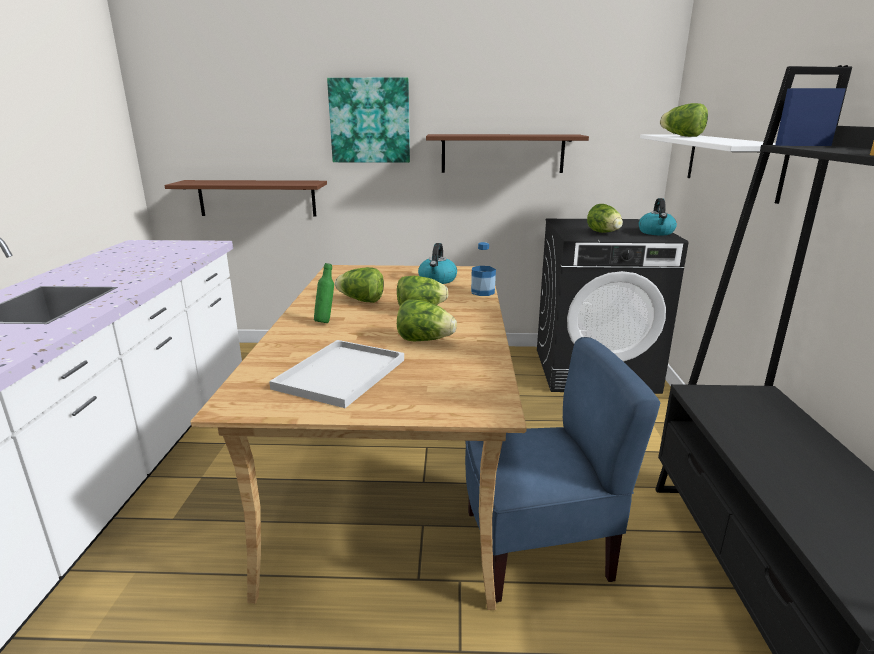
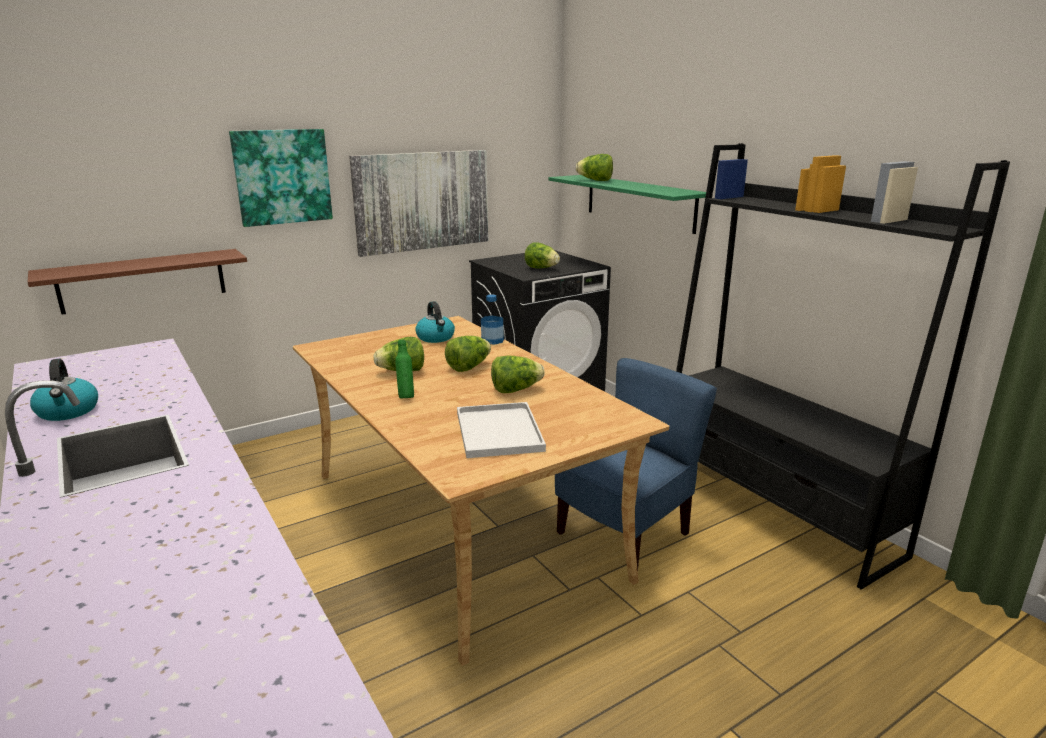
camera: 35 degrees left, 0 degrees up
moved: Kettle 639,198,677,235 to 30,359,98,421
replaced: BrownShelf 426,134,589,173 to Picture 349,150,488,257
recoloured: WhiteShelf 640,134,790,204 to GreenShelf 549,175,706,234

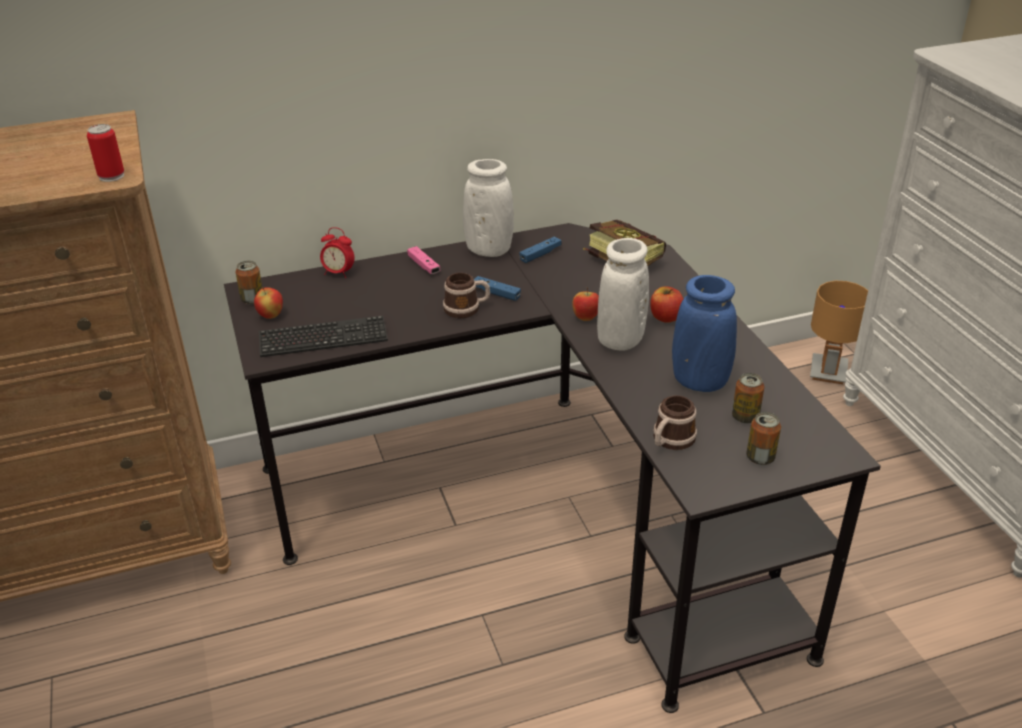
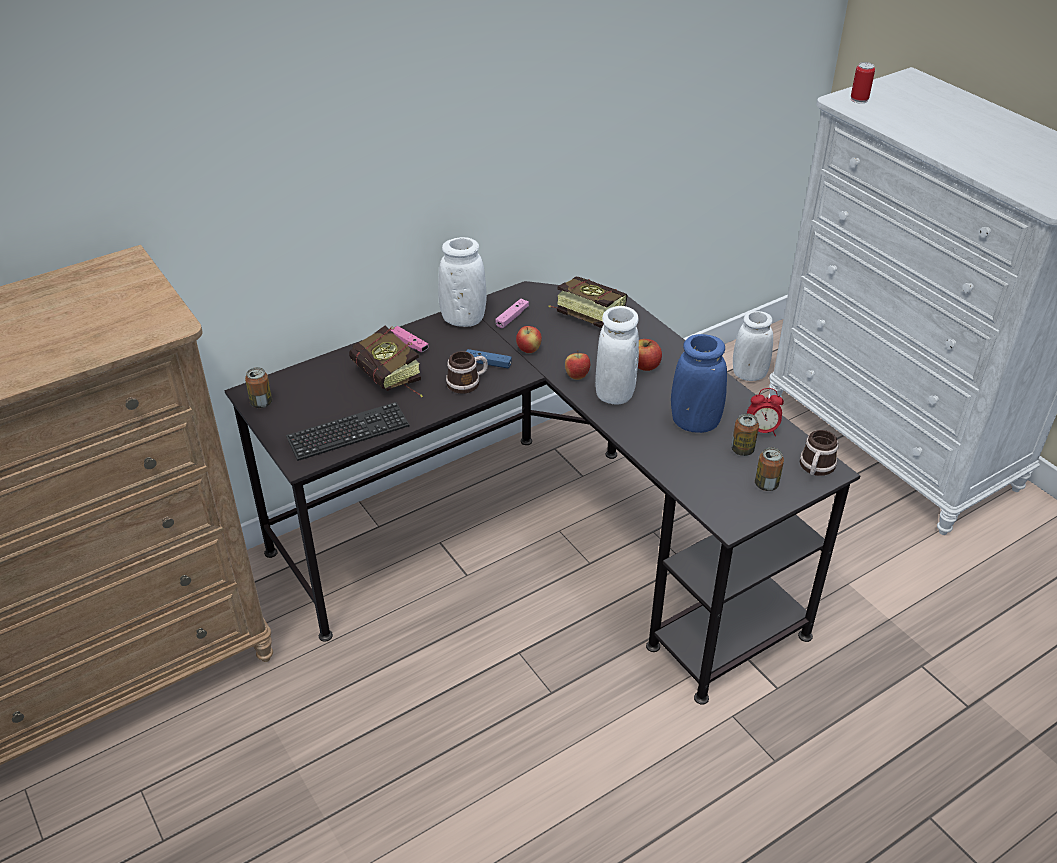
camera: 15 degrees left, 5 degrees up
added: Book 349,326,423,397
moved: Can 87,124,124,182 to 851,62,875,104; AlarmClock 320,227,355,278 to 747,388,784,436; Apple 254,287,283,319 to 516,326,542,353; Mug 653,395,697,450 to 800,430,839,476
replaced: BrownTableLamp 810,281,868,384 to WhiteVase 733,311,773,381
recoloured: BlueGameController 519,237,562,263 to PinkGameController 495,299,529,328

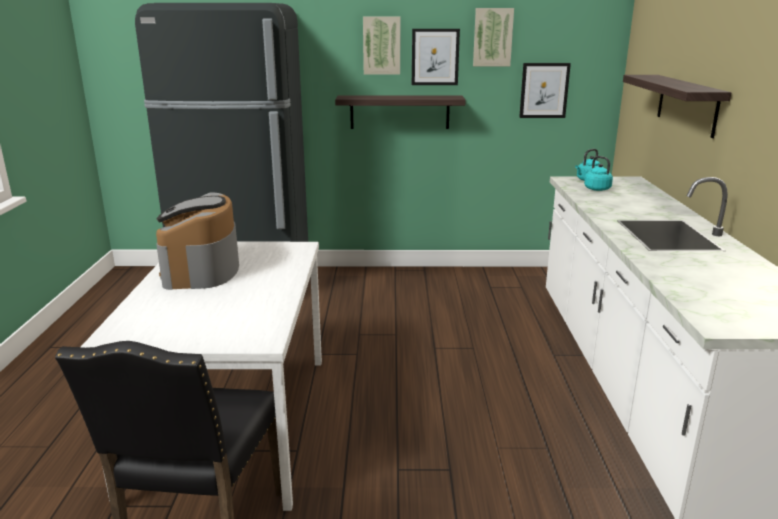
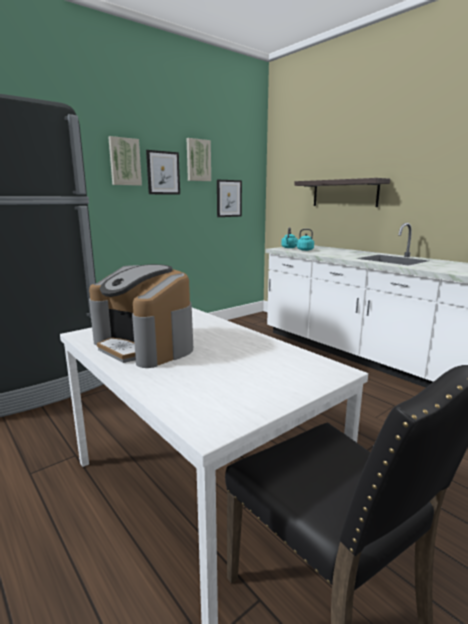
camera: 40 degrees left, 5 degrees down
removed: Shelf 335,95,466,129

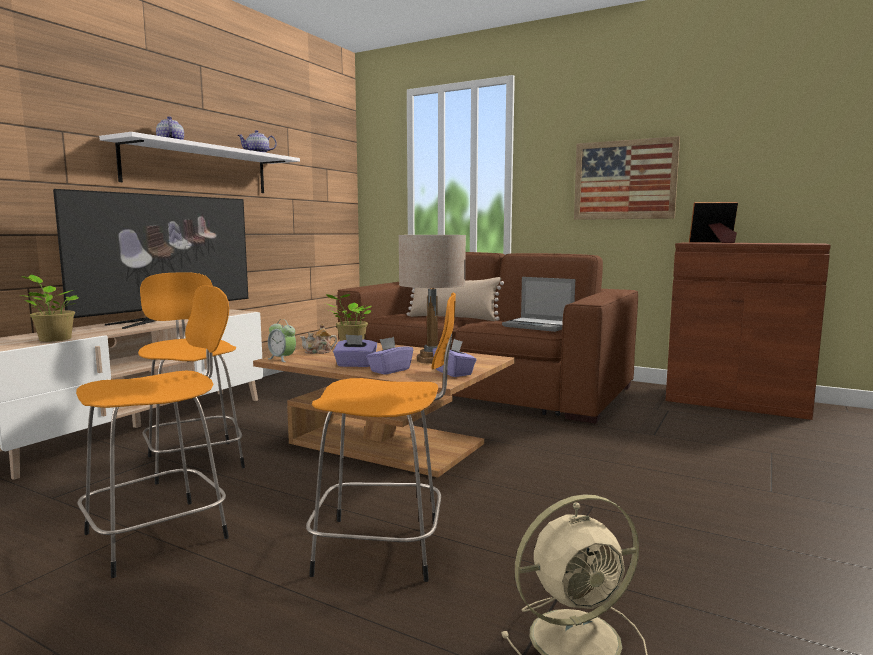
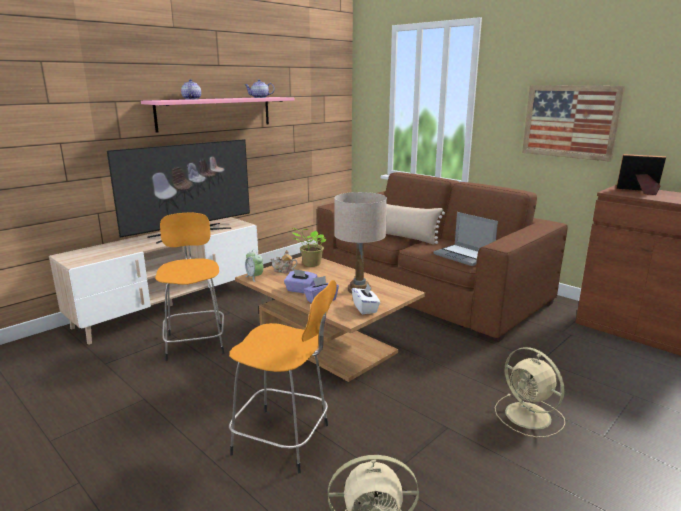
camera: 15 degrees right, 10 degrees up
removed: PottedPlant 21,275,79,342; OrangeStool 76,286,229,578
added: BeigeFan 495,347,565,438
recoloured: WhiteShelf 99,132,300,193 to PinkShelf 141,97,294,133; PurpleTissueBox 433,339,477,377 to WhiteTissueBox 352,283,380,314

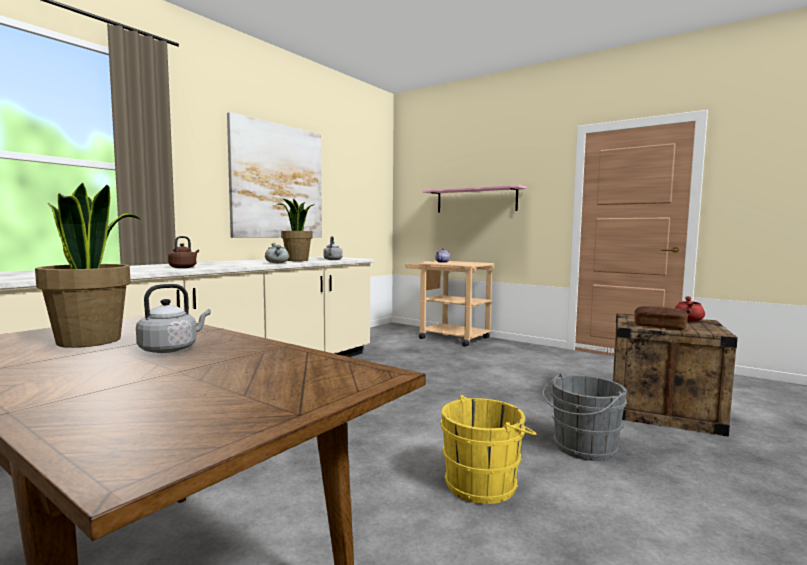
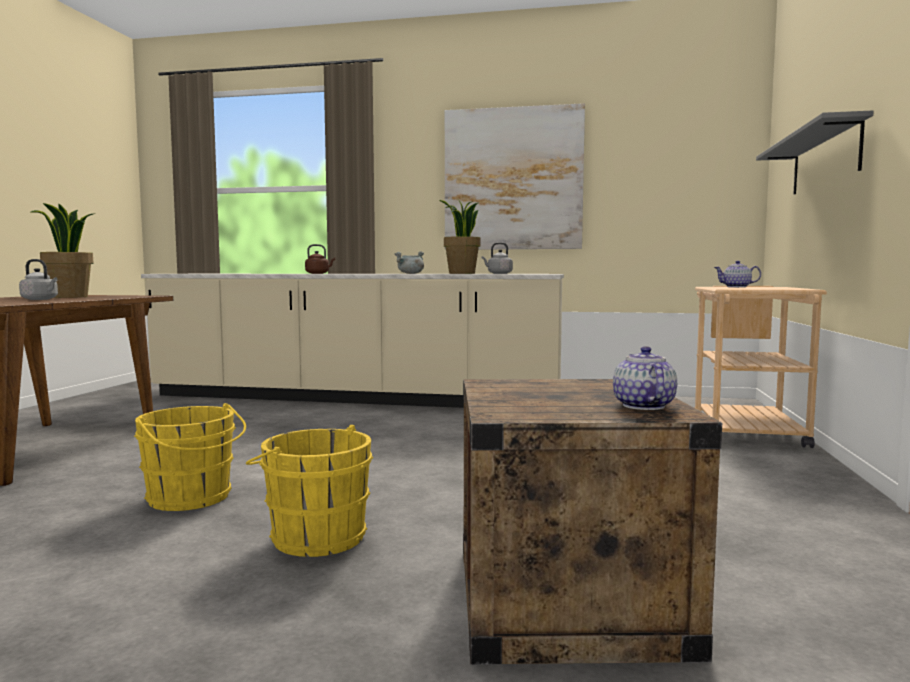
camera: 65 degrees right, 0 degrees up
removed: Bread 634,306,688,330
replaced: RedCookingPot 675,296,705,321 to Teapot 613,346,677,410
recoloured: PinkShelf 422,185,527,213 to GreyShelf 756,110,874,194; GreyBucket 542,373,627,461 to YellowBucket 246,425,373,557

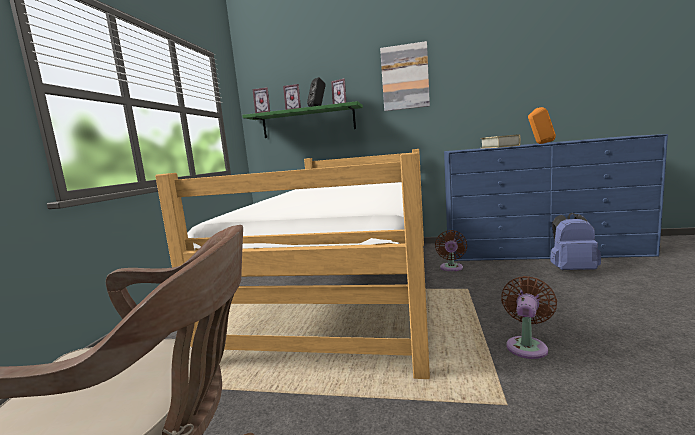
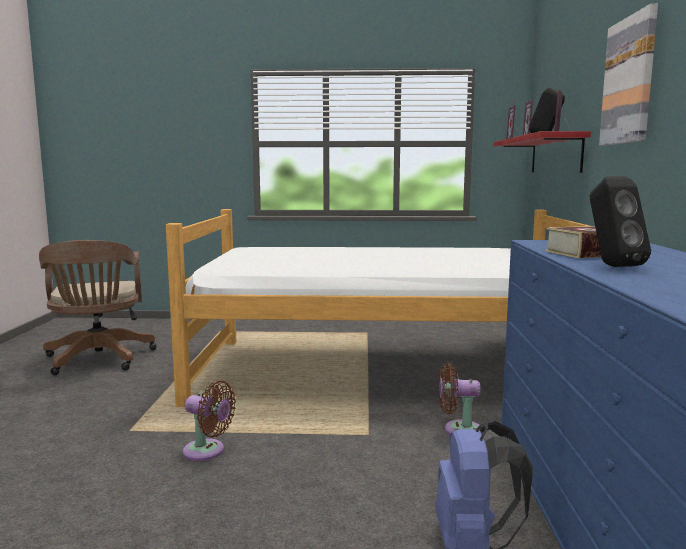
camera: 80 degrees right, 0 degrees up
recoloured: GreenShelf 242,101,363,138 to RedShelf 493,131,591,173; OrangeSpeaker 528,107,556,144 to BlackSpeaker 590,176,651,267

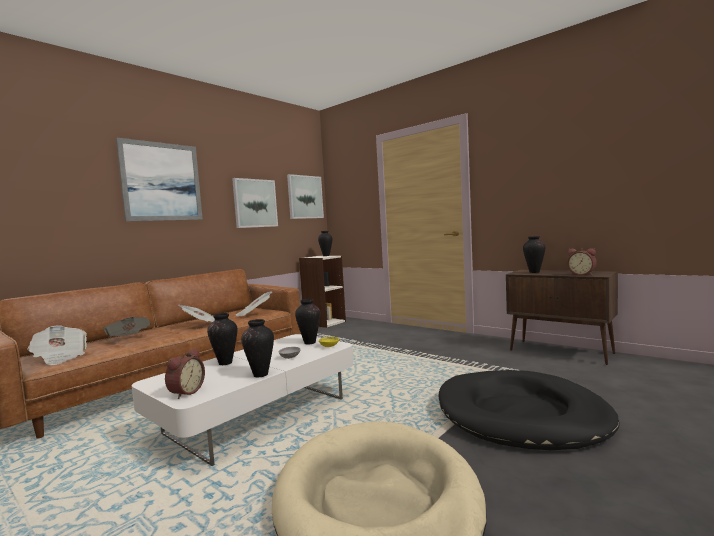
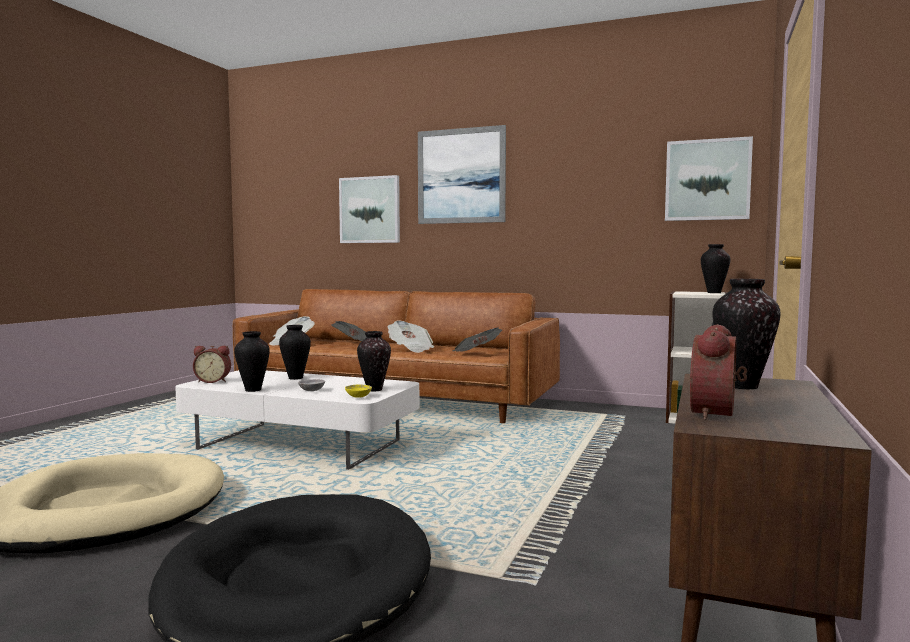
camera: 70 degrees right, 0 degrees up
moved: Picture 232,178,278,228 to 339,175,400,243

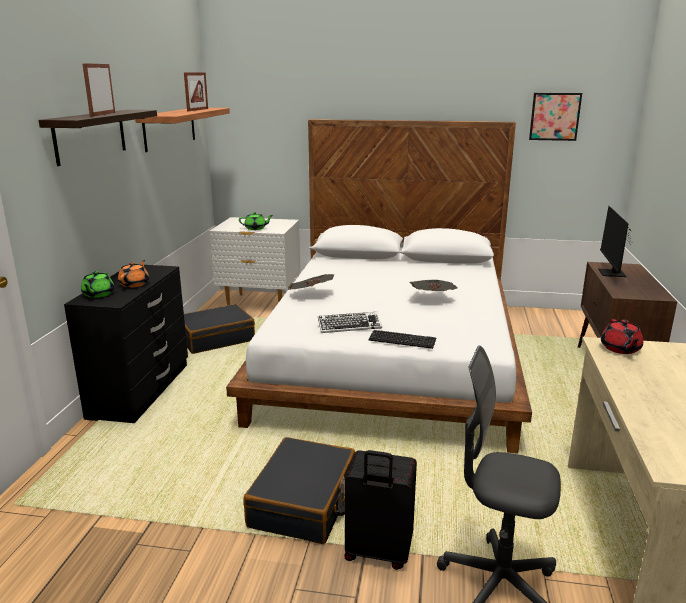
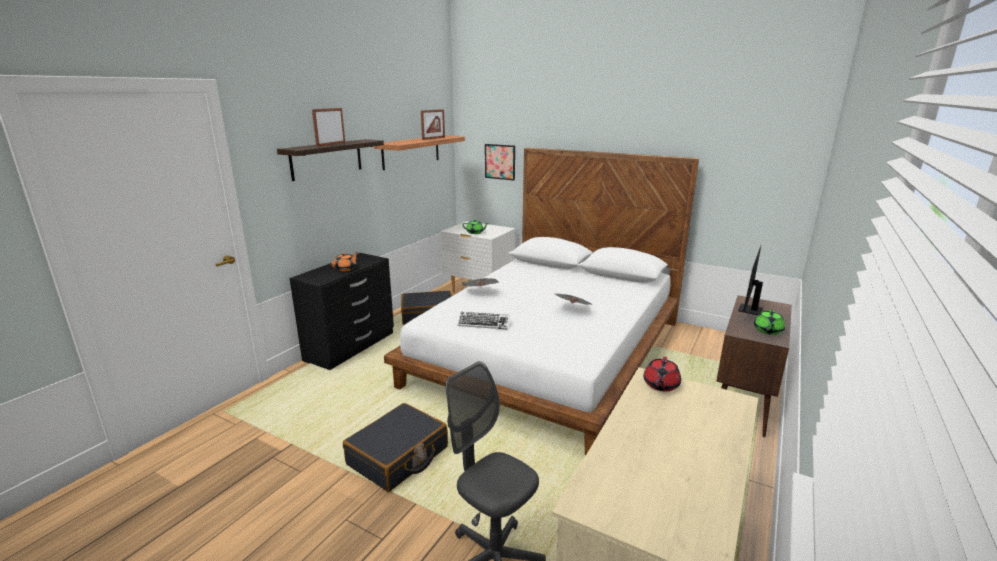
camera: 20 degrees right, 0 degrees up
removed: Keyboard 369,330,436,349; BlackSuitcase 344,450,417,570
moved: Picture 529,93,582,141 to 485,144,515,180; GreenTeapot 81,271,114,298 to 754,310,785,335

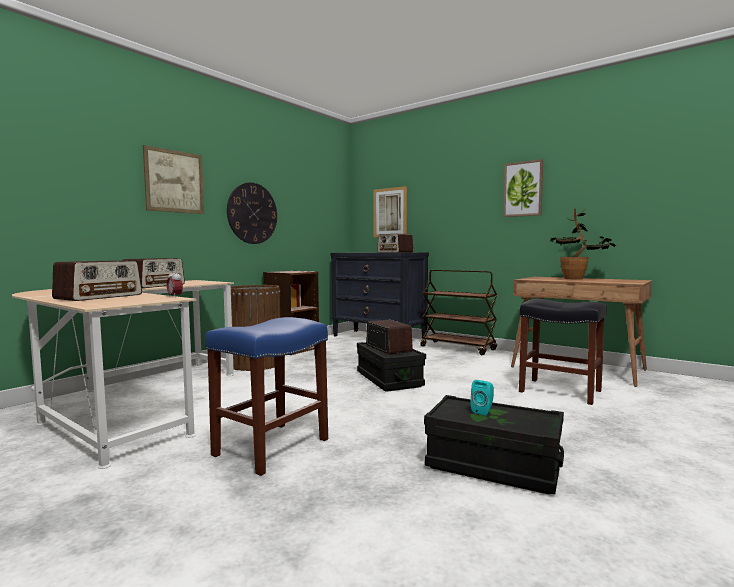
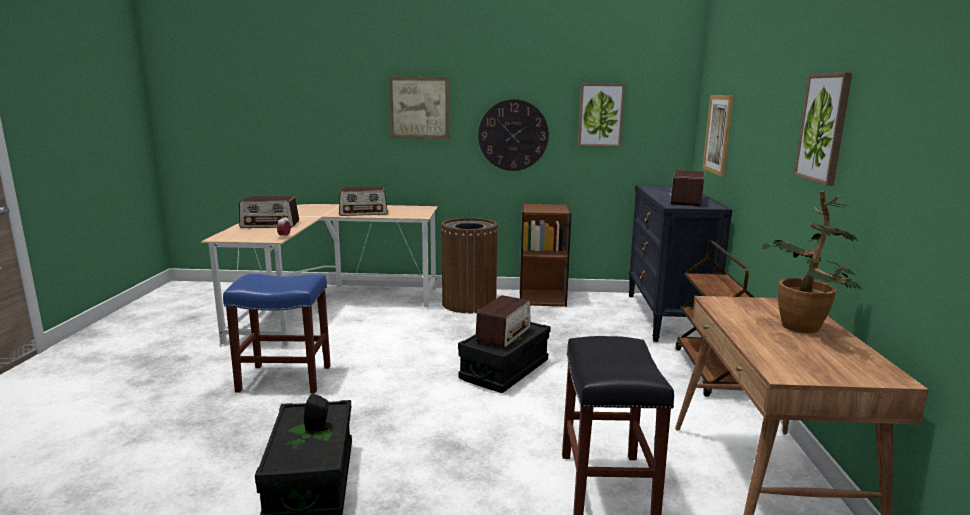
camera: 55 degrees right, 10 degrees up
added: Picture 578,83,625,147
recoloured: TurquoiseSpeaker 470,380,494,416 to BlackSpeaker 304,393,332,431

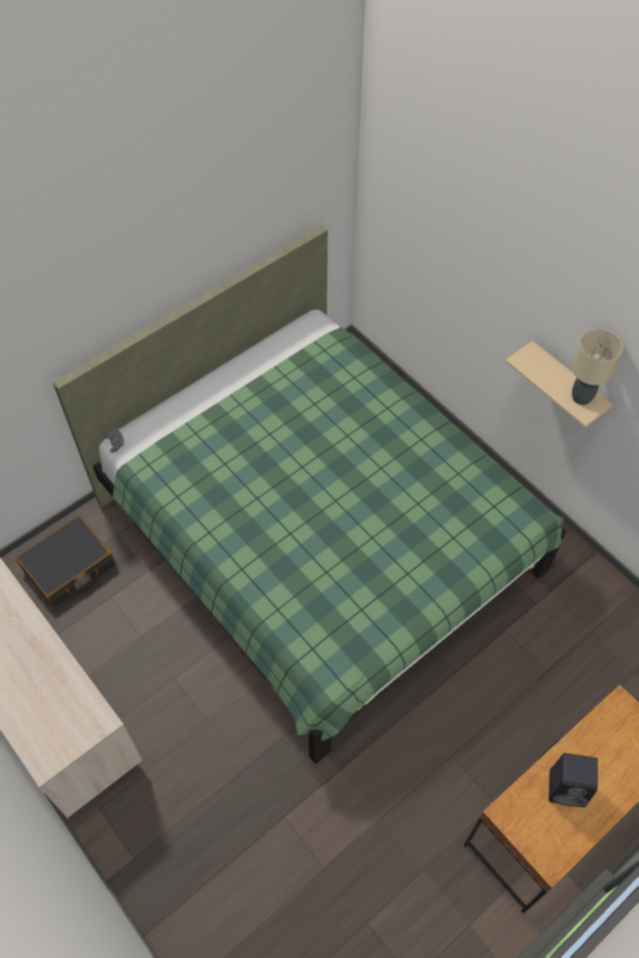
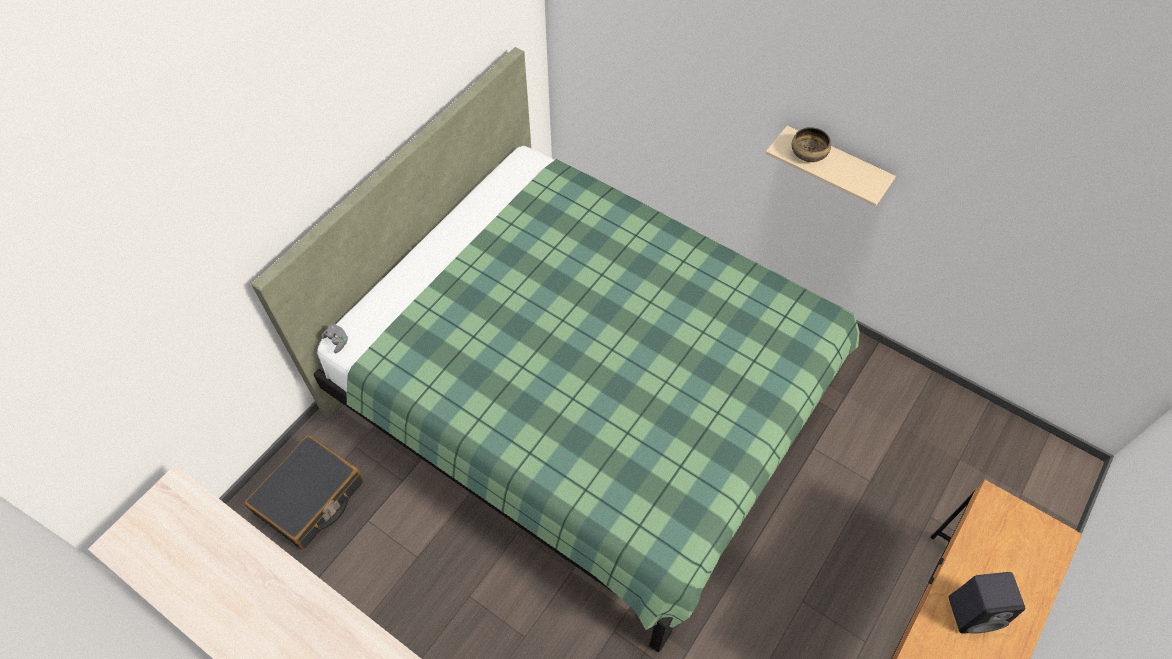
camera: 15 degrees left, 0 degrees up
removed: BeigeTableLamp 572,329,623,405
added: Bowl 792,127,831,162

